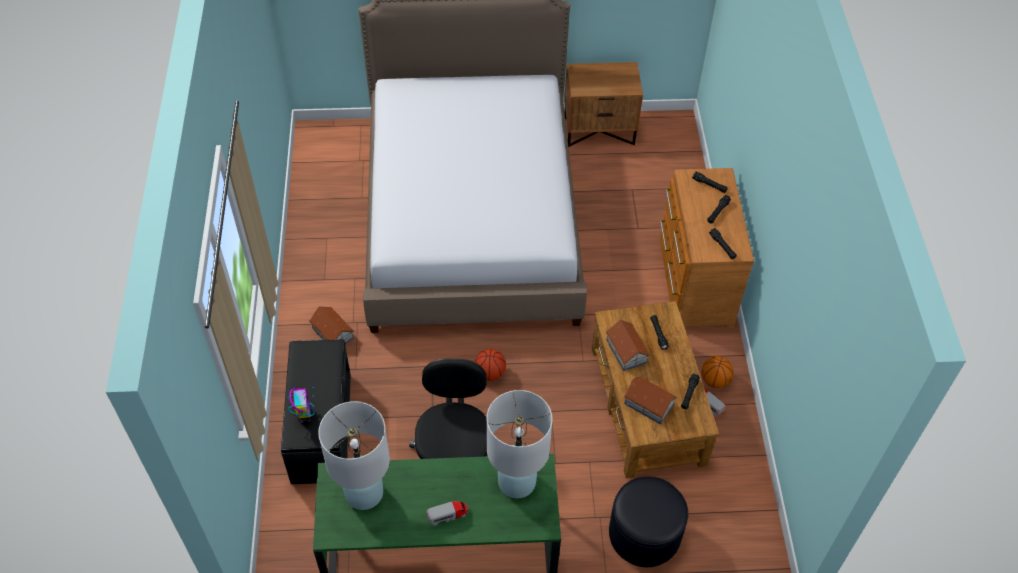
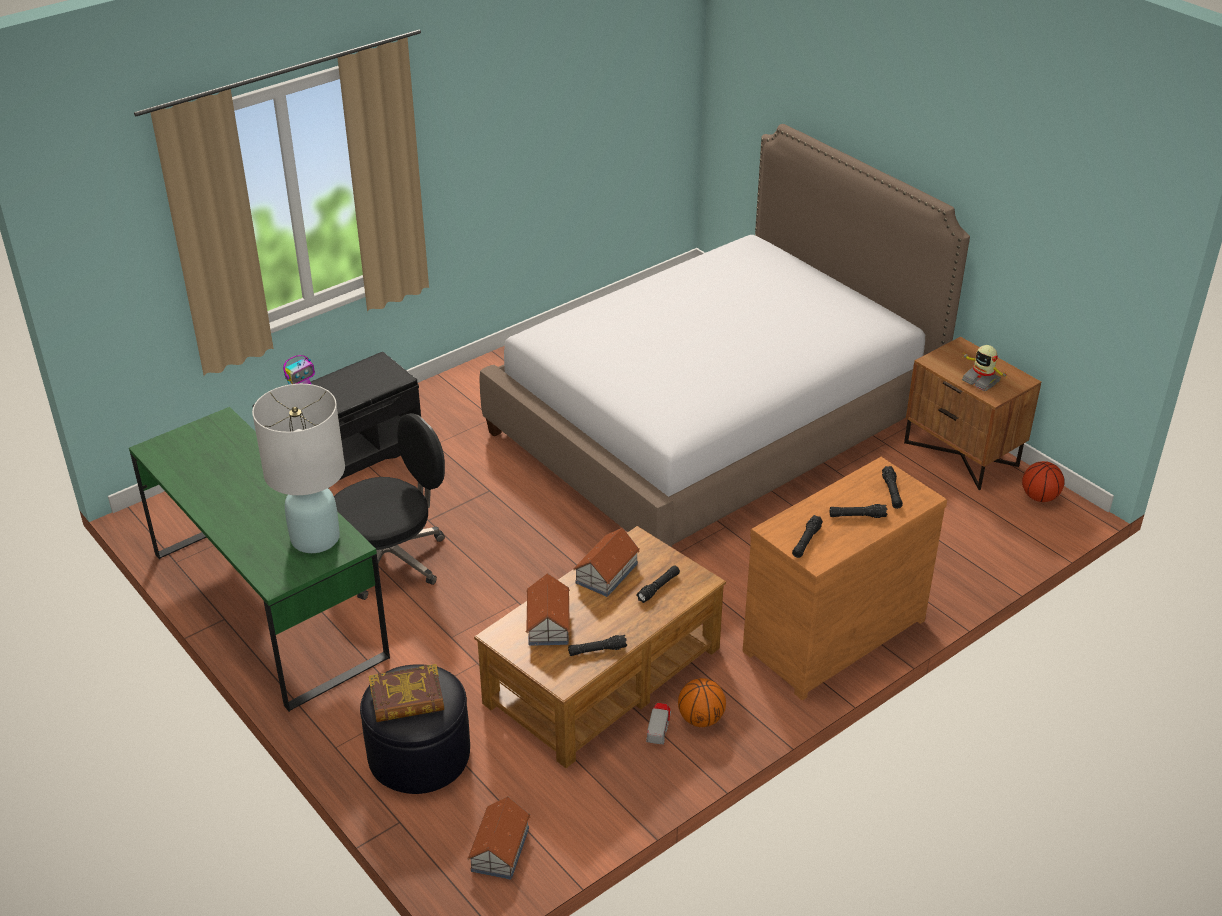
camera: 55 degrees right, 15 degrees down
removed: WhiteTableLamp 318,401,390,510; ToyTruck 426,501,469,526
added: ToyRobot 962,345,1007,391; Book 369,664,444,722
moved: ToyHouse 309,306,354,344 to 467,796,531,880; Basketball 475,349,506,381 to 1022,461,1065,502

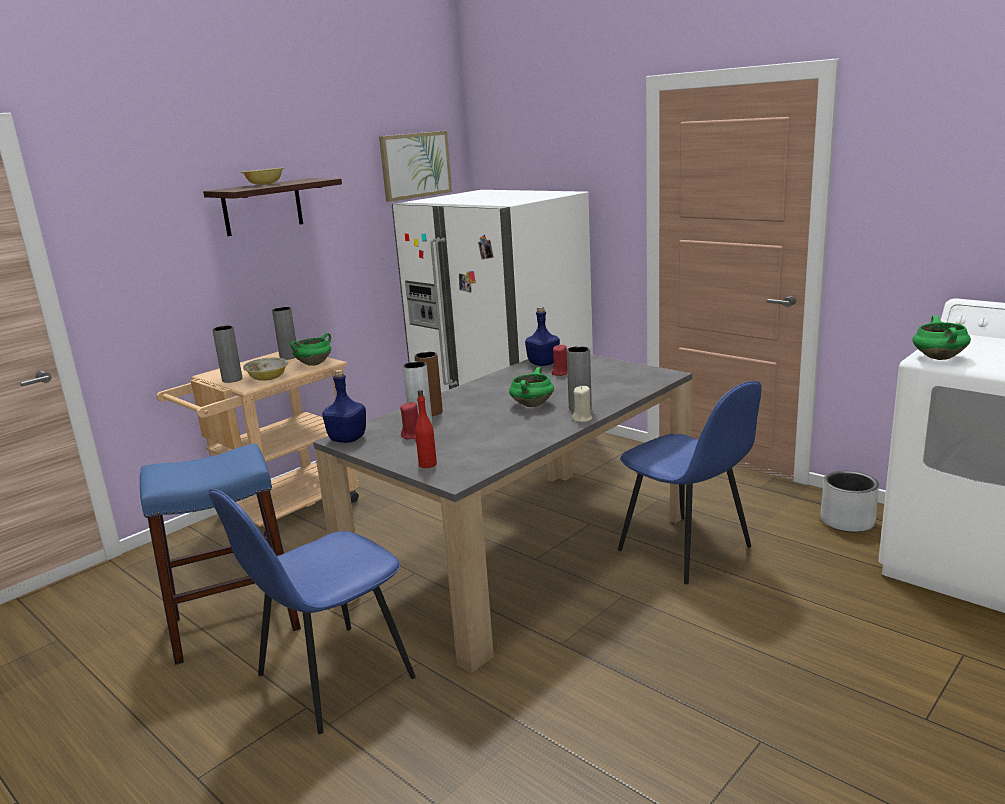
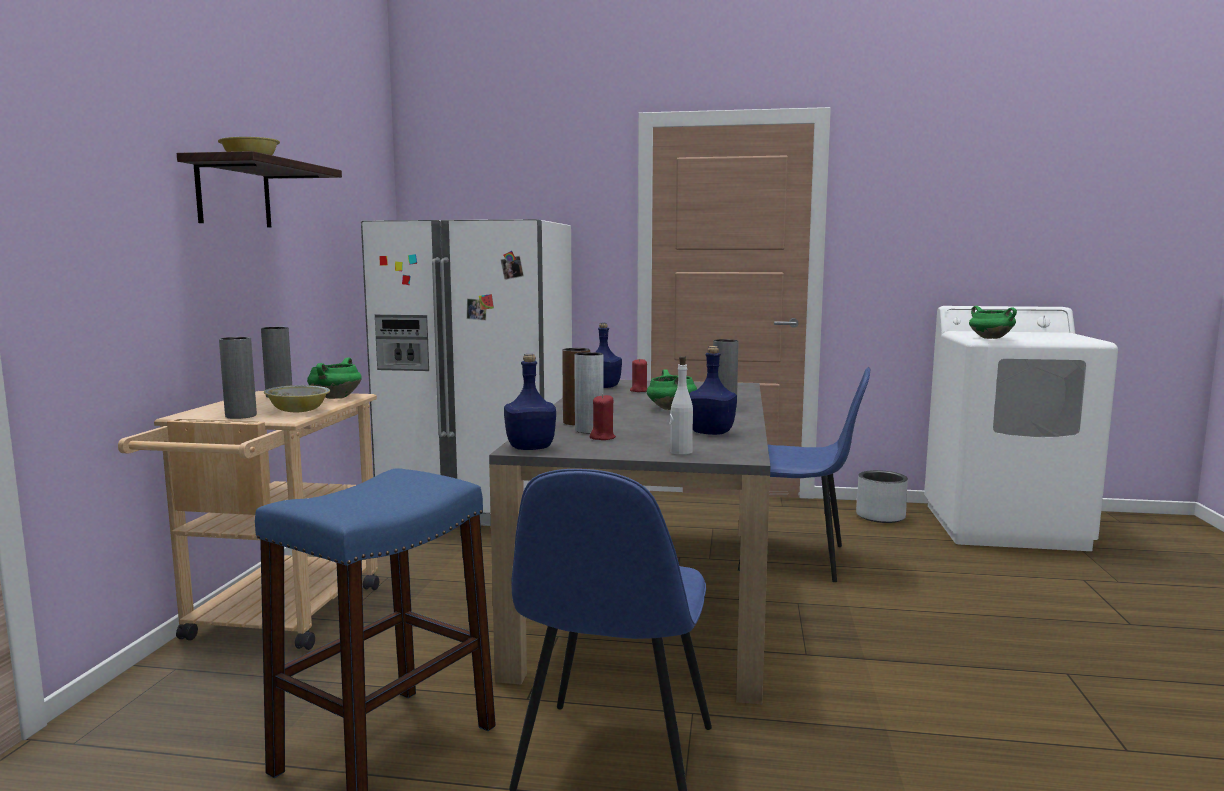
camera: 35 degrees left, 10 degrees down
removed: Picture 379,131,452,202; BeigeCandle 572,386,592,423
added: BlueBottle 689,346,737,435
recoloured: RedBottle 415,390,437,468 to WhiteBottle 670,356,693,455

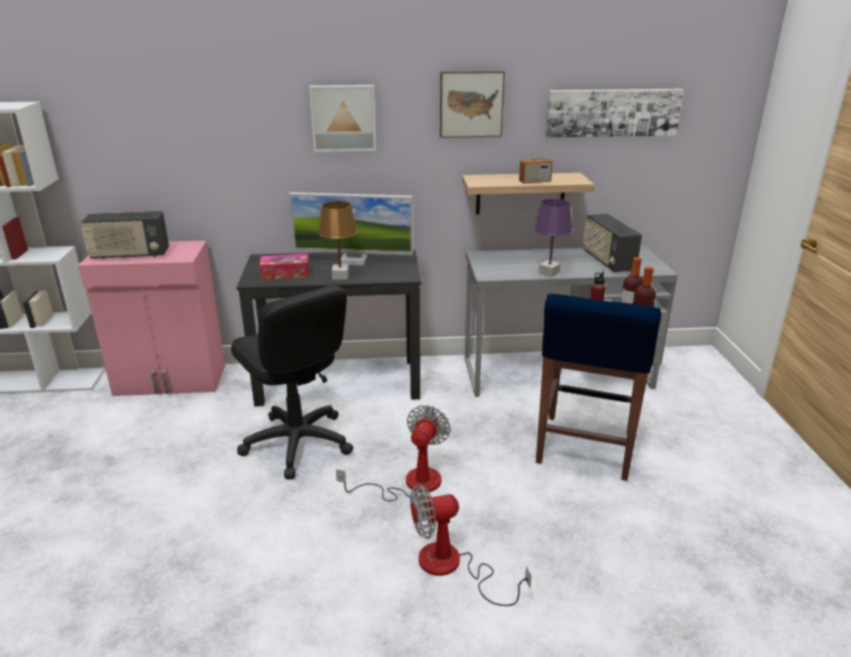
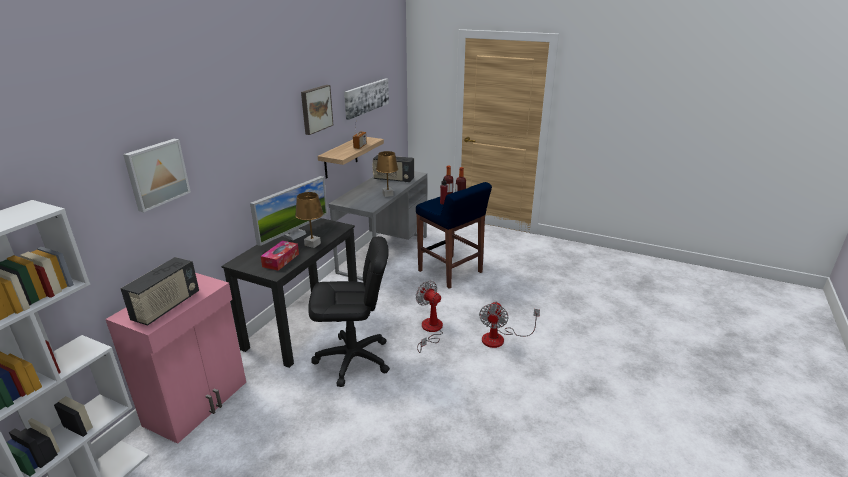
camera: 60 degrees left, 0 degrees up
moved: Picture 309,85,376,152 to 123,139,191,212
recoloured: PurpleTableLamp 534,199,573,277 to BrownTableLamp 376,151,398,197

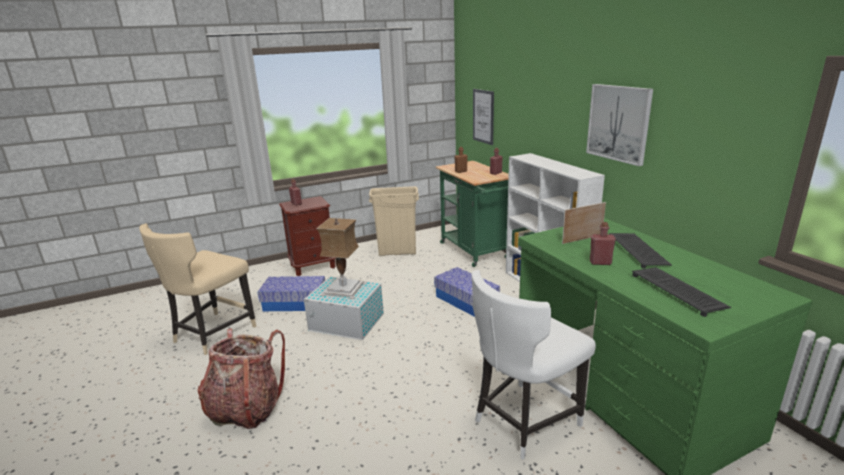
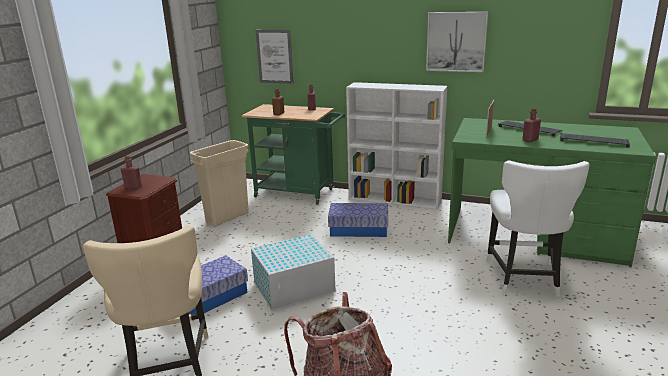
camera: 45 degrees left, 0 degrees up
removed: TableLamp 316,218,367,299

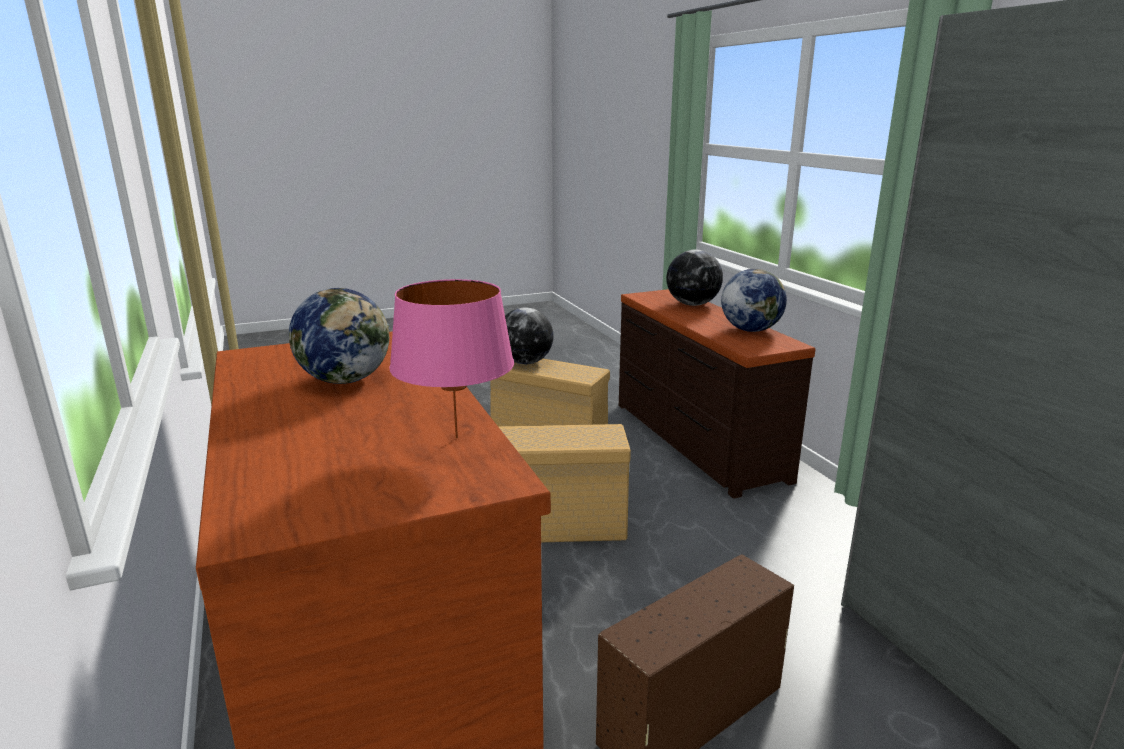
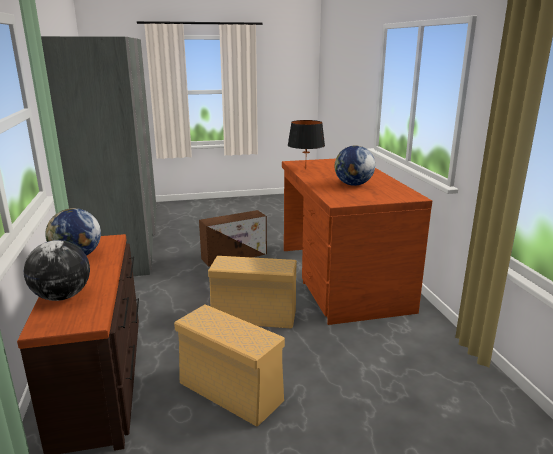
camera: 170 degrees left, 0 degrees up
removed: Globe 505,307,554,364
recoloured: PinkTableLamp 389,279,514,438 to BlackTableLamp 288,120,325,169

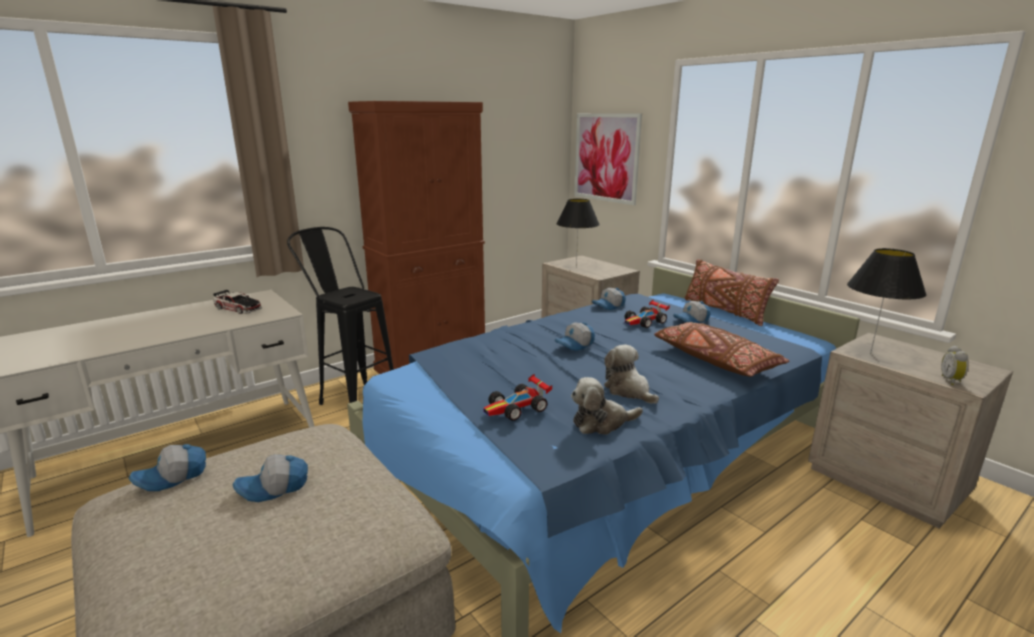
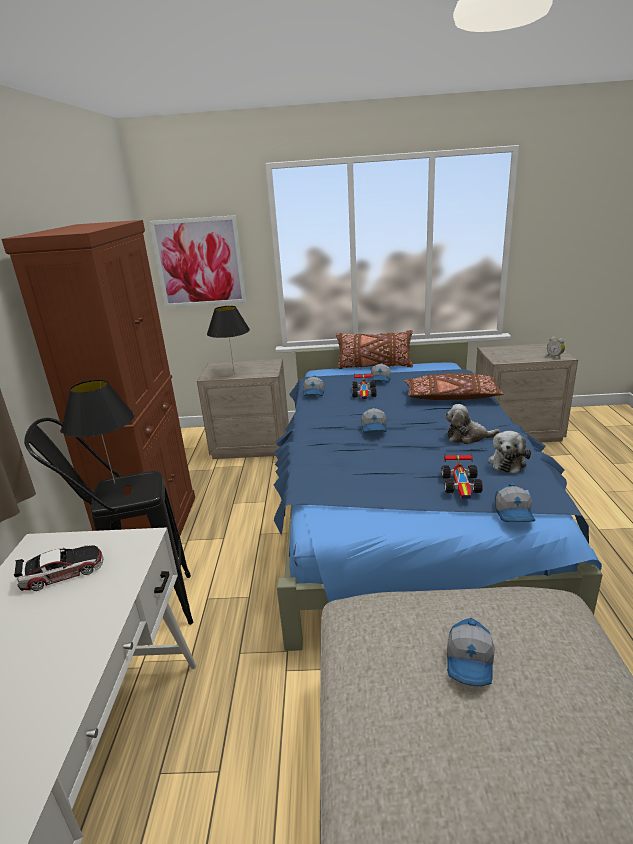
camera: 50 degrees left, 5 degrees up
moved: BlackTableLamp 847,248,927,354 to 61,379,134,484; Cap 129,444,206,491 to 495,483,535,522

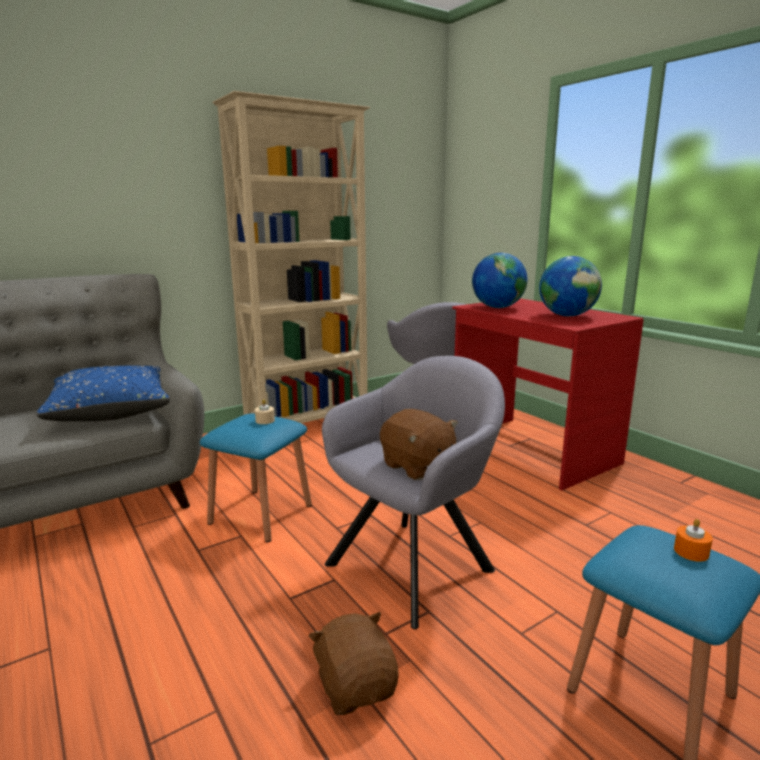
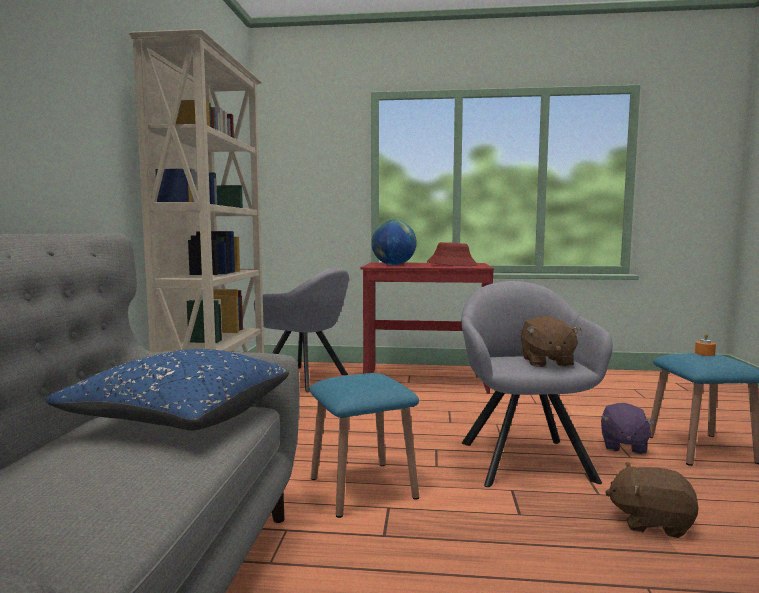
camera: 50 degrees left, 10 degrees down
removed: BeigeCandle 255,399,275,424
added: PurplePlushToy 601,403,655,455
replaced: Globe 539,256,602,316 to RedHat 427,242,478,266
turned: BrownPlushToy 380,409,458,480 = 521,316,581,367 90 degrees clockwise

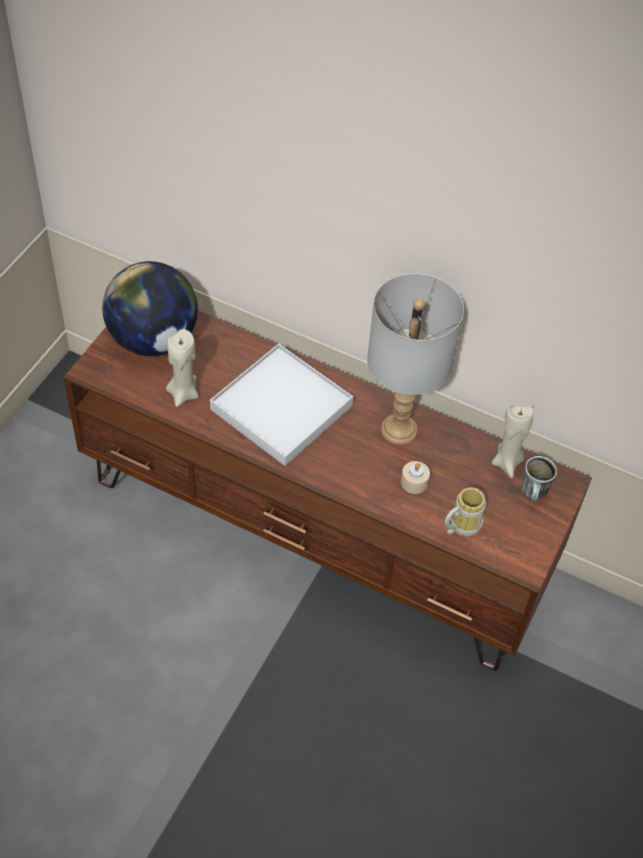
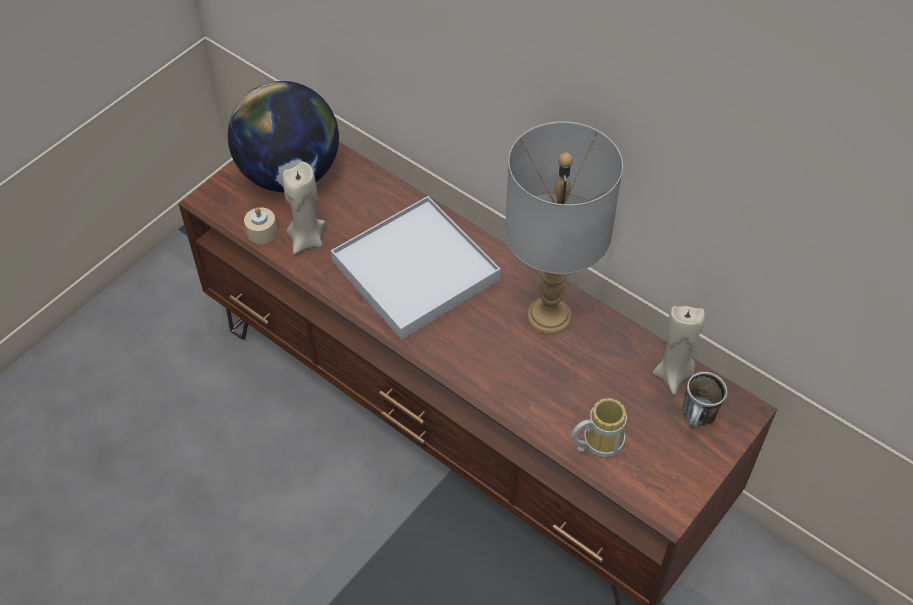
camera: 15 degrees right, 0 degrees up
moved: BeigeCandle 401,461,430,494 to 244,207,277,244

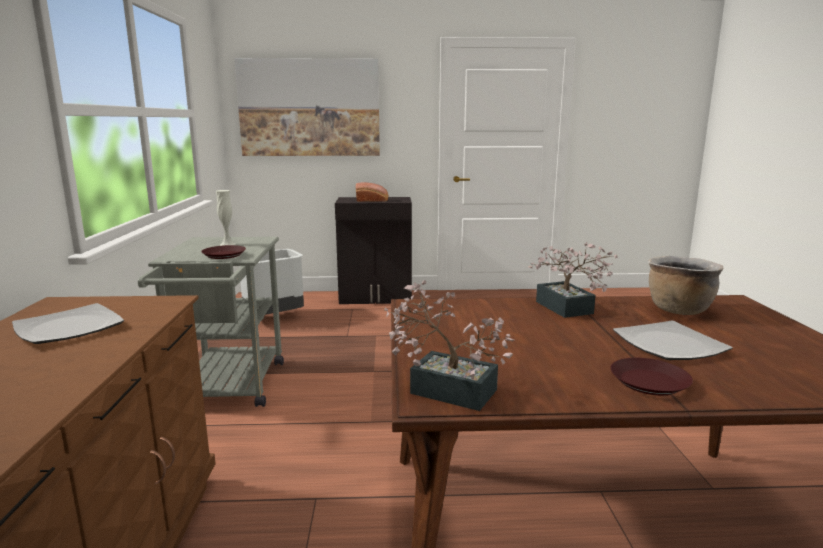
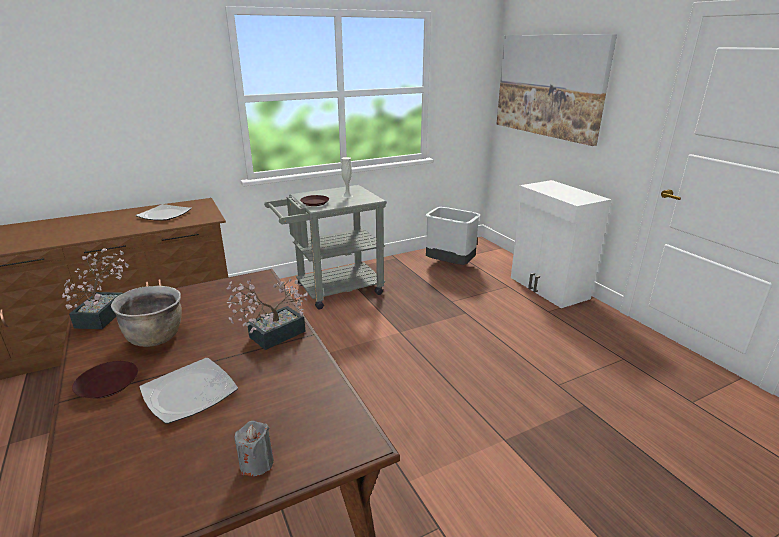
camera: 65 degrees right, 10 degrees up
removed: Bread 356,182,388,202
added: GreyCandle 235,421,274,476
moved: BrownCookingPot 648,256,723,315 to 111,285,182,347
recoloured: BlackCabinet 335,197,412,304 to WhiteCabinet 511,180,611,308

